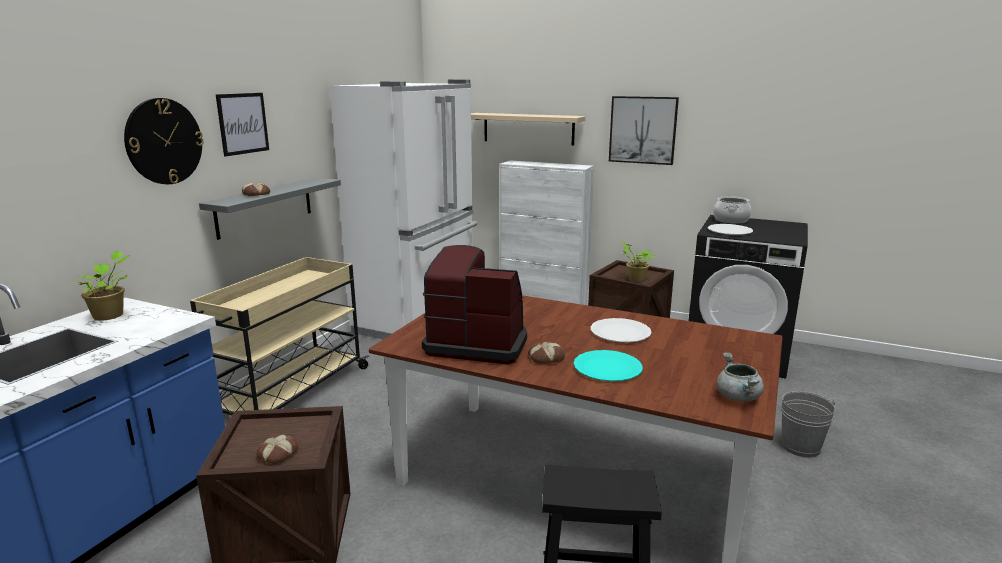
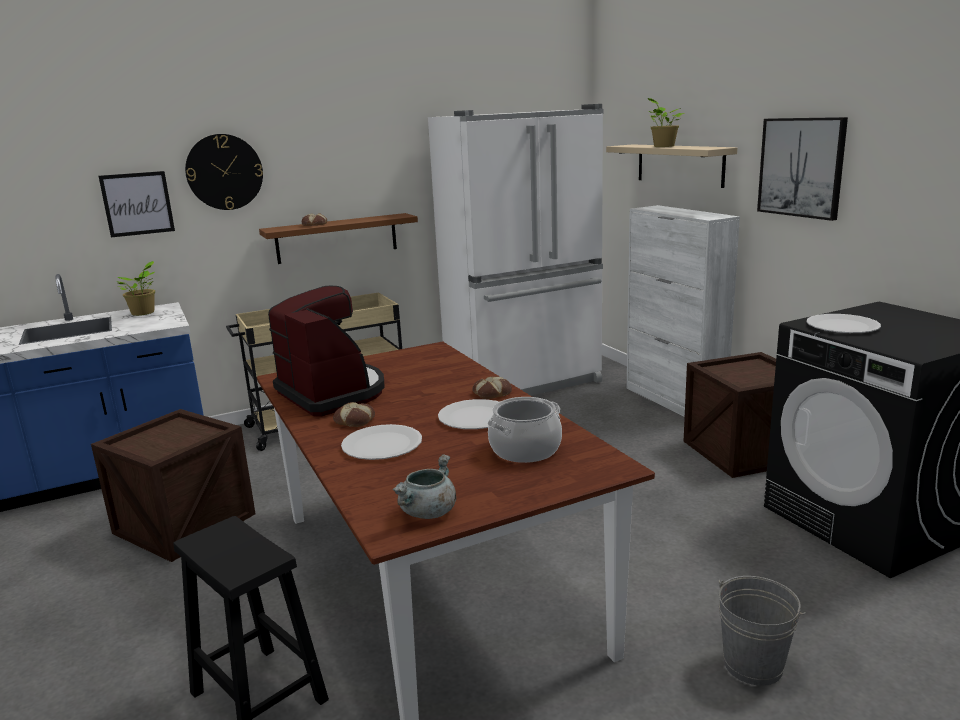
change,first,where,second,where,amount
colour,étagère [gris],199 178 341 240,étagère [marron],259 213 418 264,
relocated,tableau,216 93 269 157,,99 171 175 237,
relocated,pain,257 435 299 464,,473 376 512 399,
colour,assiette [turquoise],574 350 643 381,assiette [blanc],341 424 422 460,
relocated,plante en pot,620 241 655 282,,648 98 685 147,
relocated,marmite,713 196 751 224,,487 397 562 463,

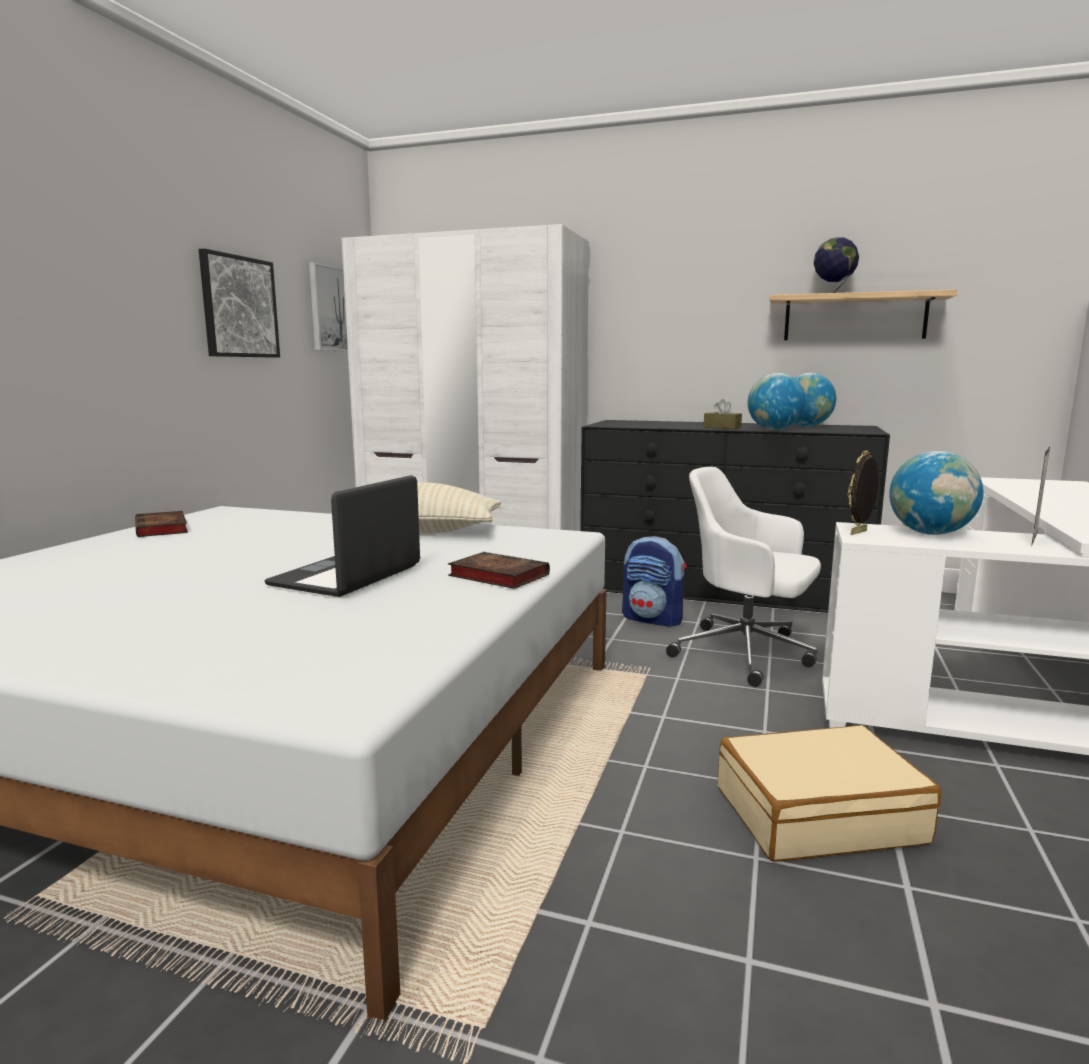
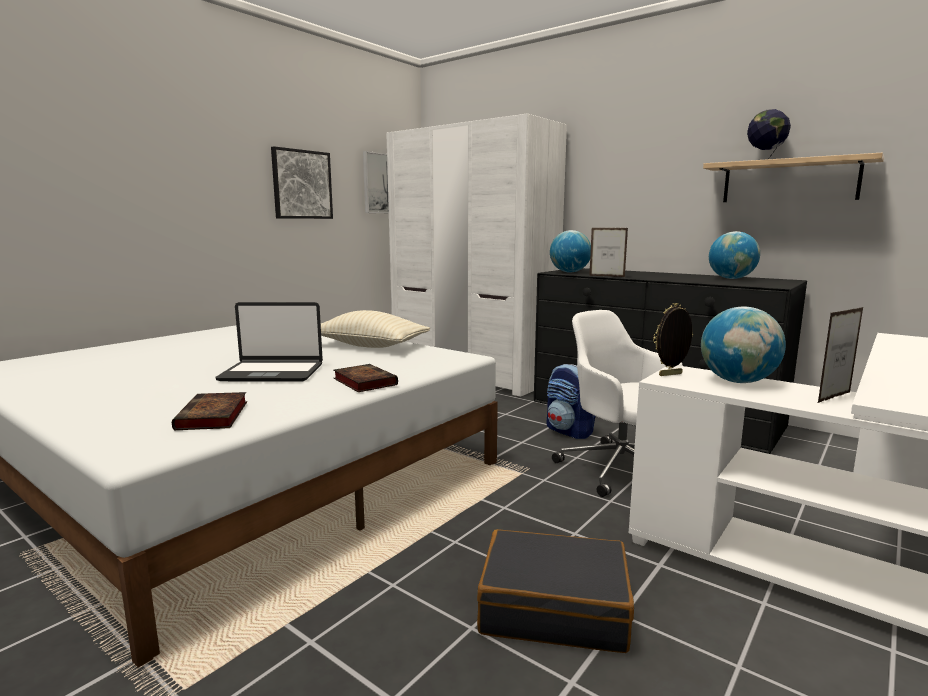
change,first,where,second,where,amount
relocated,livre,135 511 188 537,,172 392 247 430,
spun,ordinateur portable,264 475 420 597,,215 302 323 381,135 degrees counterclockwise
missing,boîte à mouchoirs [marron],704 399 742 429,,,
colour,valise [beige],718 725 941 862,valise [noir],477 529 634 653,
relocated,globe,748 373 806 430,,550 230 591 273,
appeared,,,cadre photo,589 228 628 277,

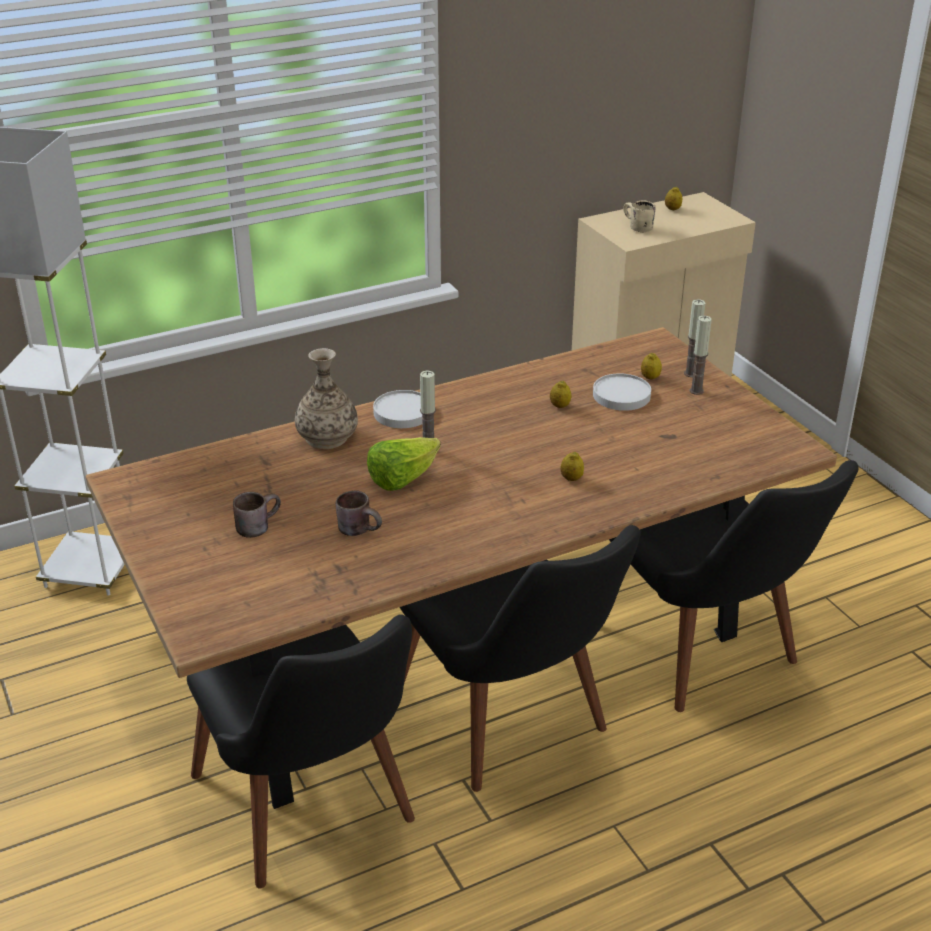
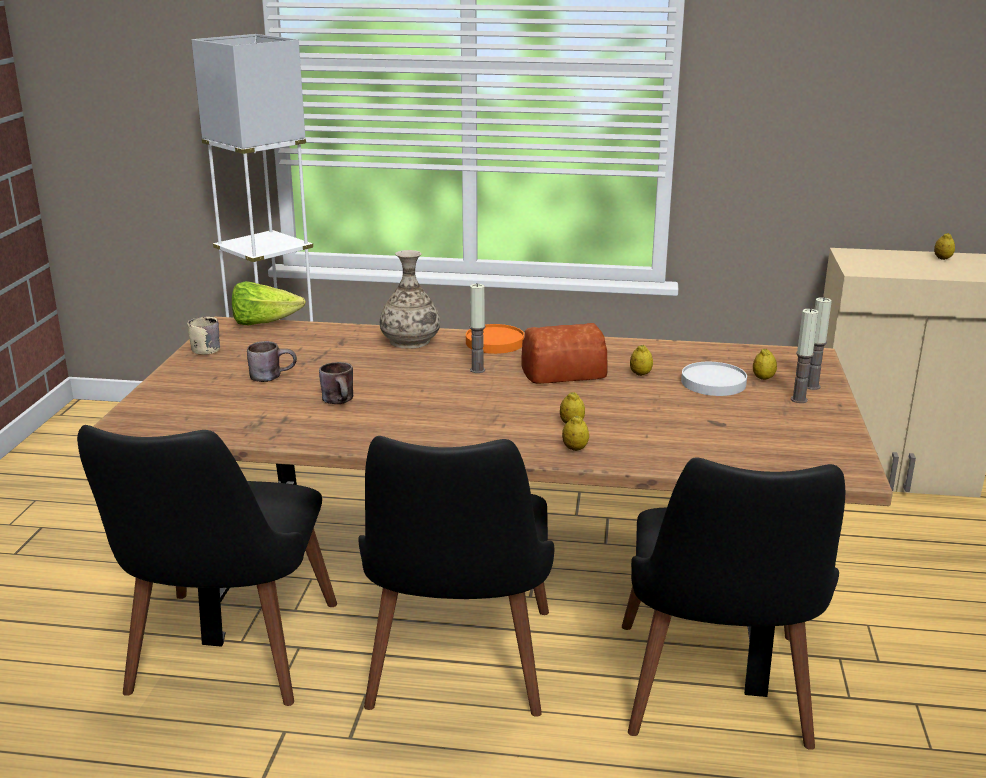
change,first,where,second,where,amount
relocated,laitue,367 437 441 491,,232 281 306 326,
colour,assiette [blanc],373 390 423 428,assiette [orange],466 324 524 354,
relocated,mug [beige],623 200 656 232,,187 317 220 355,
appeared,,,pain,521 323 607 384,
appeared,,,citron,562 415 589 451,

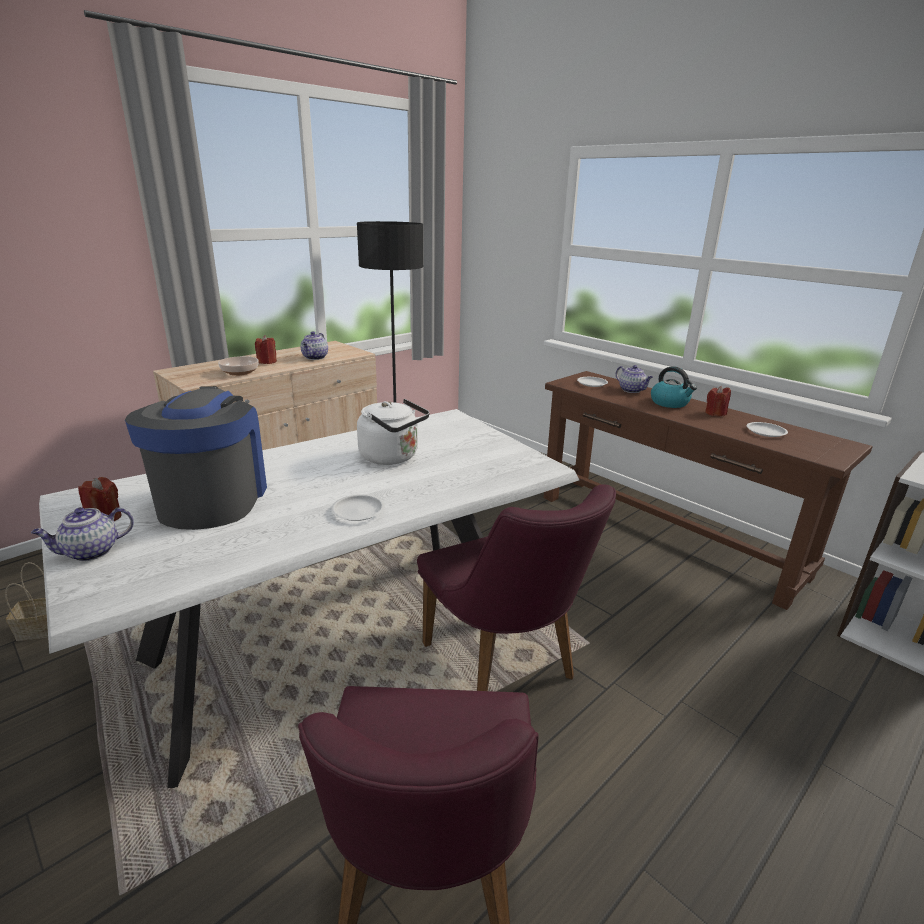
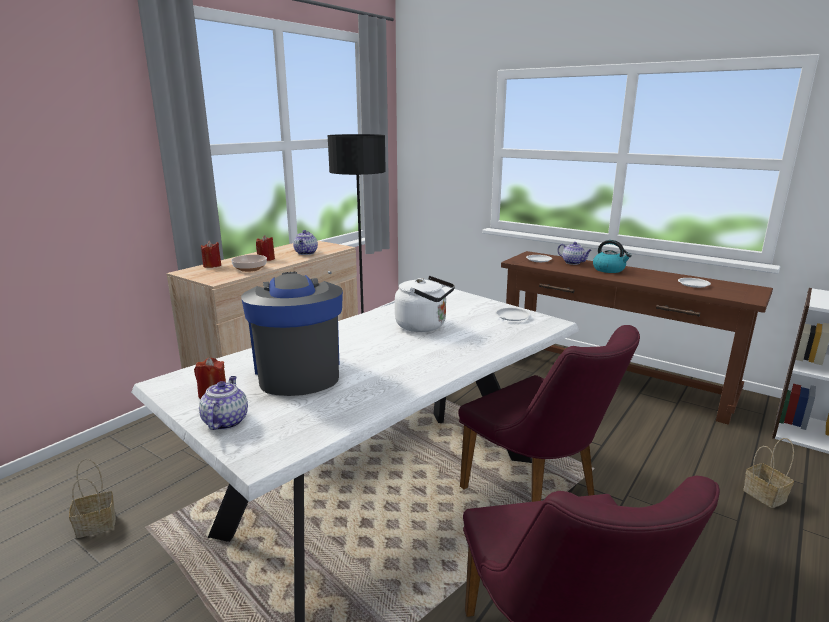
change,first,where,second,where,amount
spun,théière,31 507 134 561,,199 376 248 430,135 degrees clockwise
relocated,assiette [blanc],331 494 384 521,,495 308 531 321,
relocated,bougie [rouge],705 385 731 416,,201 241 221 268,
appeared,,,panier,743 438 794 508,

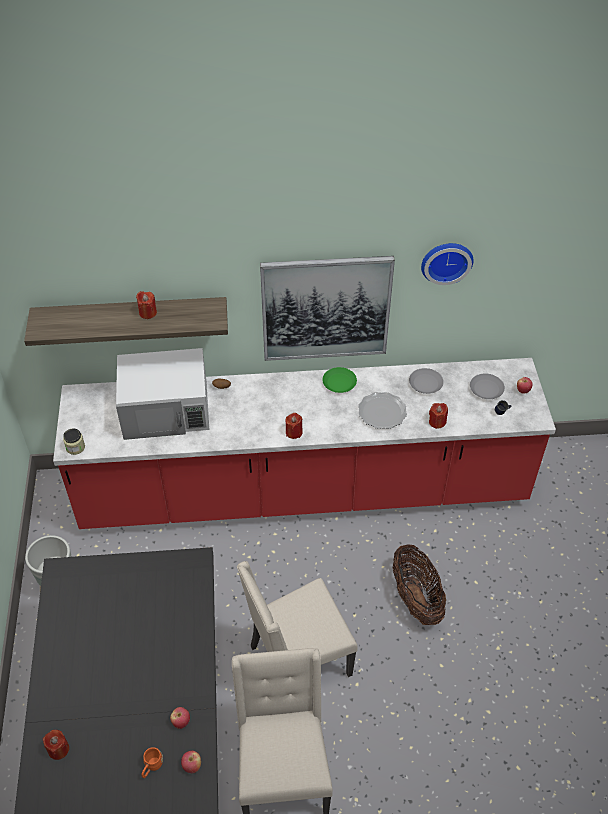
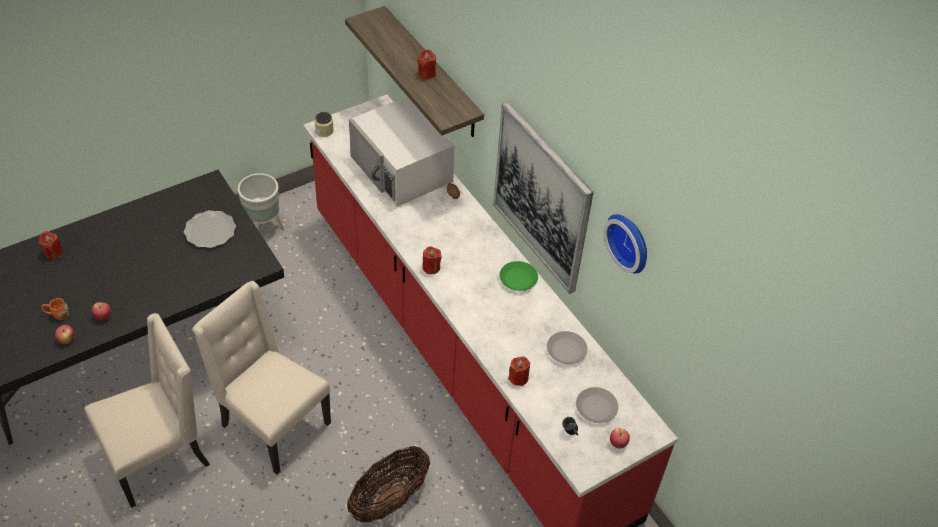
change,first,where,second,where,amount
relocated,assiette,358 392 407 429,,184 210 236 248,

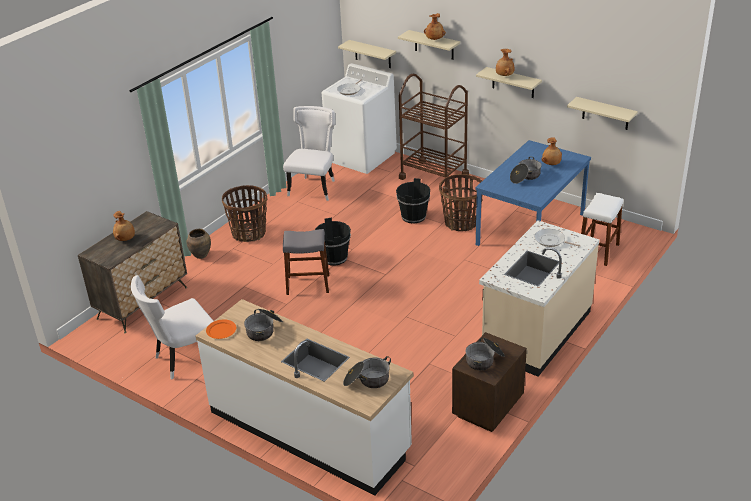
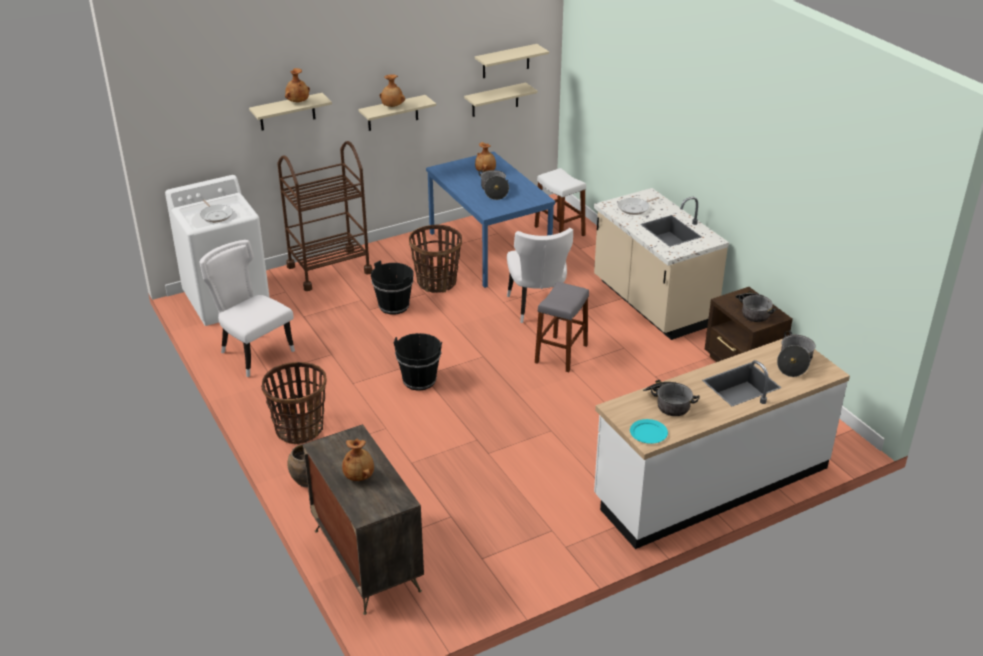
change,first,where,second,where,amount
relocated,chaise [blanc],131 275 213 379,,507 228 573 323,
colour,assiette [orange],206 319 236 339,assiette [turquoise],630 419 668 444,
relocated,tabouret [gris],283 229 329 295,,535 282 589 372,
relocated,étagère [beige],338 40 396 68,,475 44 549 78,

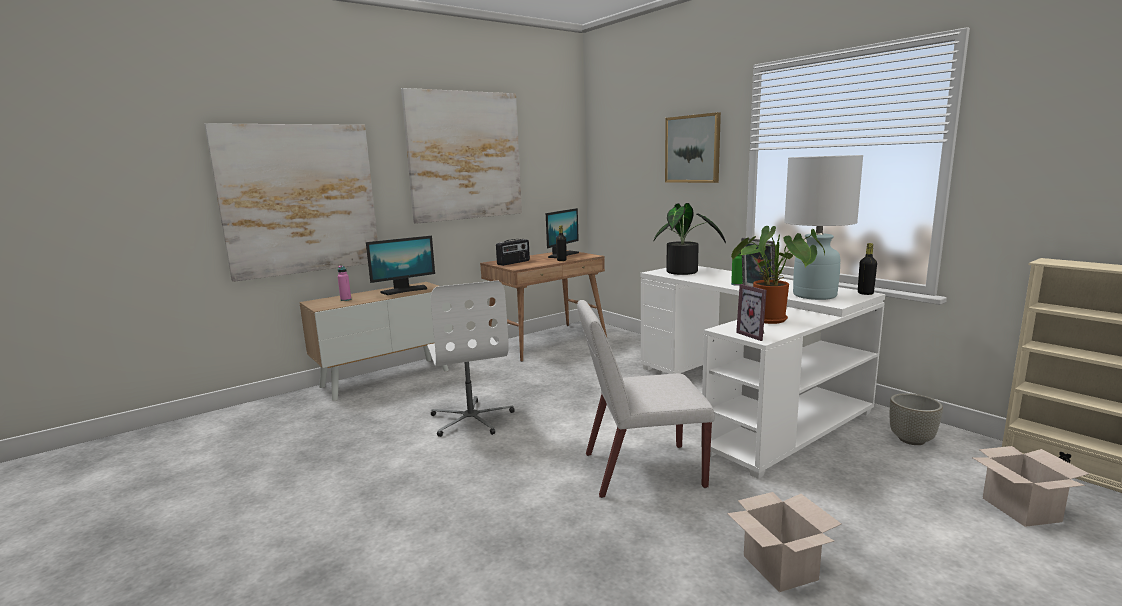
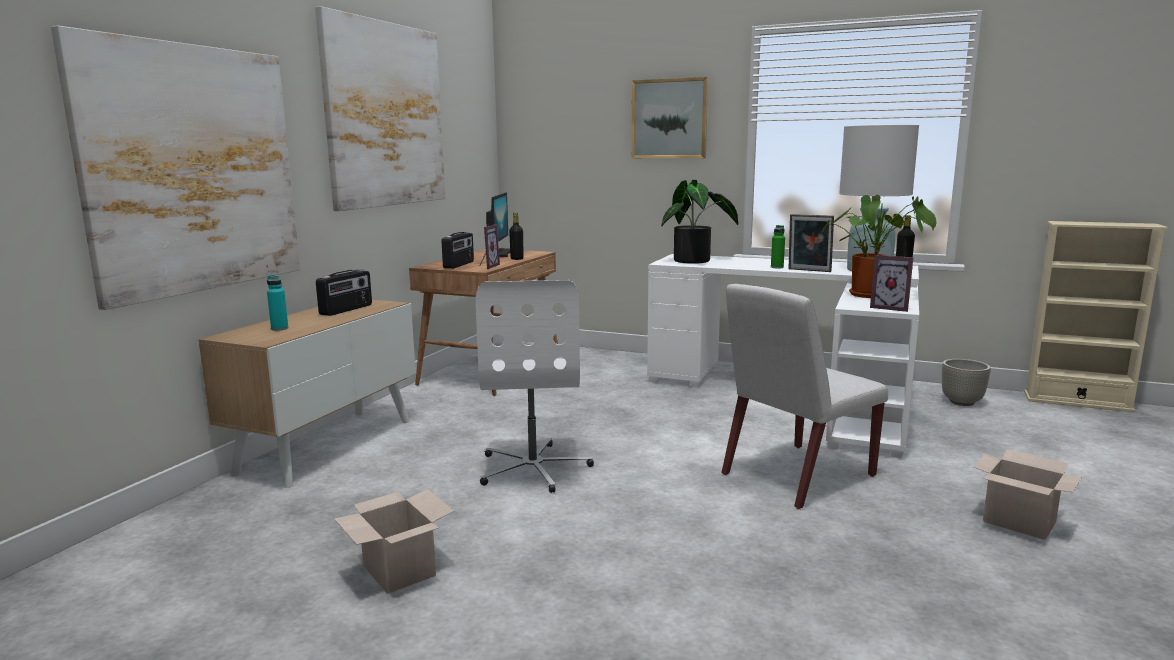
change,first,where,second,where,amount
colour,bouteille [rose],338 266 351 301,bouteille [turquoise],267 275 288 331,
exchanged,écran d'ordinateur,366 236 435 295,radio,316 269 372 316,
spun,chaise de bureau [blanc],427 280 515 437,,476 280 594 493,45 degrees clockwise
relocated,carton,972 446 1090 527,,334 489 454 594,
appeared,,,cadre photo,480 224 500 269,

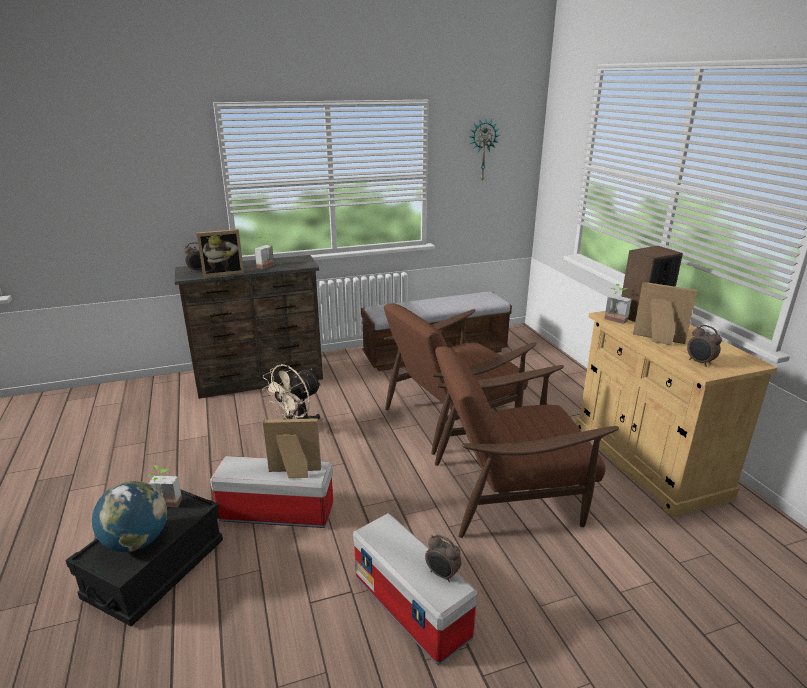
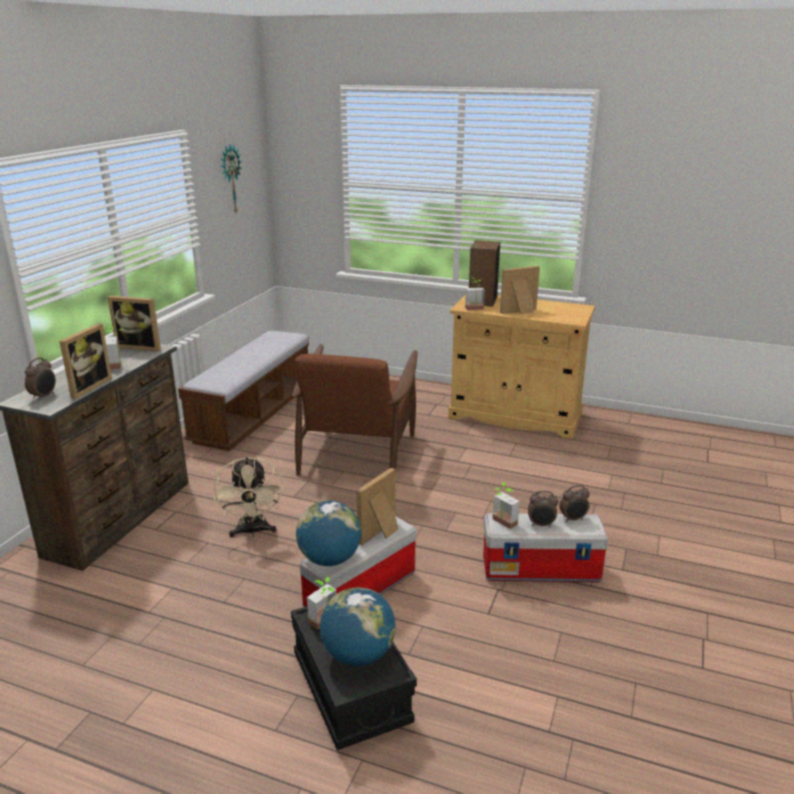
change,first,where,second,where,amount
missing,fauteuil [marron],435 346 619 538,,,
relocated,réveil,687 325 722 367,,528 491 559 527,
appeared,,,cadre photo,108 296 161 351,
appeared,,,globe,296 500 361 566,
appeared,,,plante en pot,493 482 520 529,

